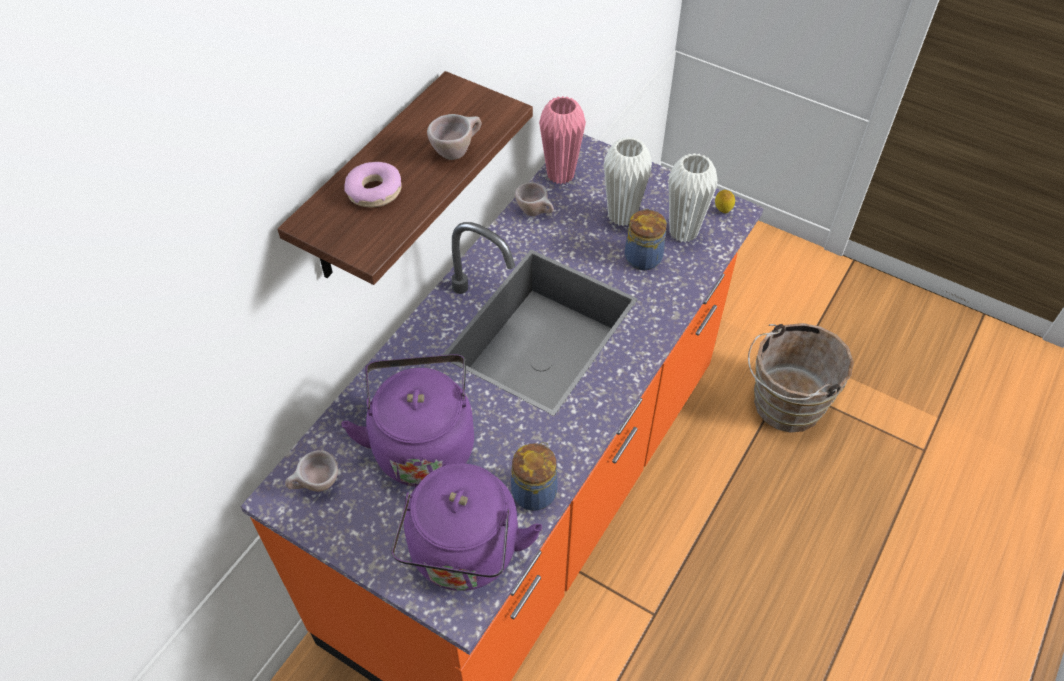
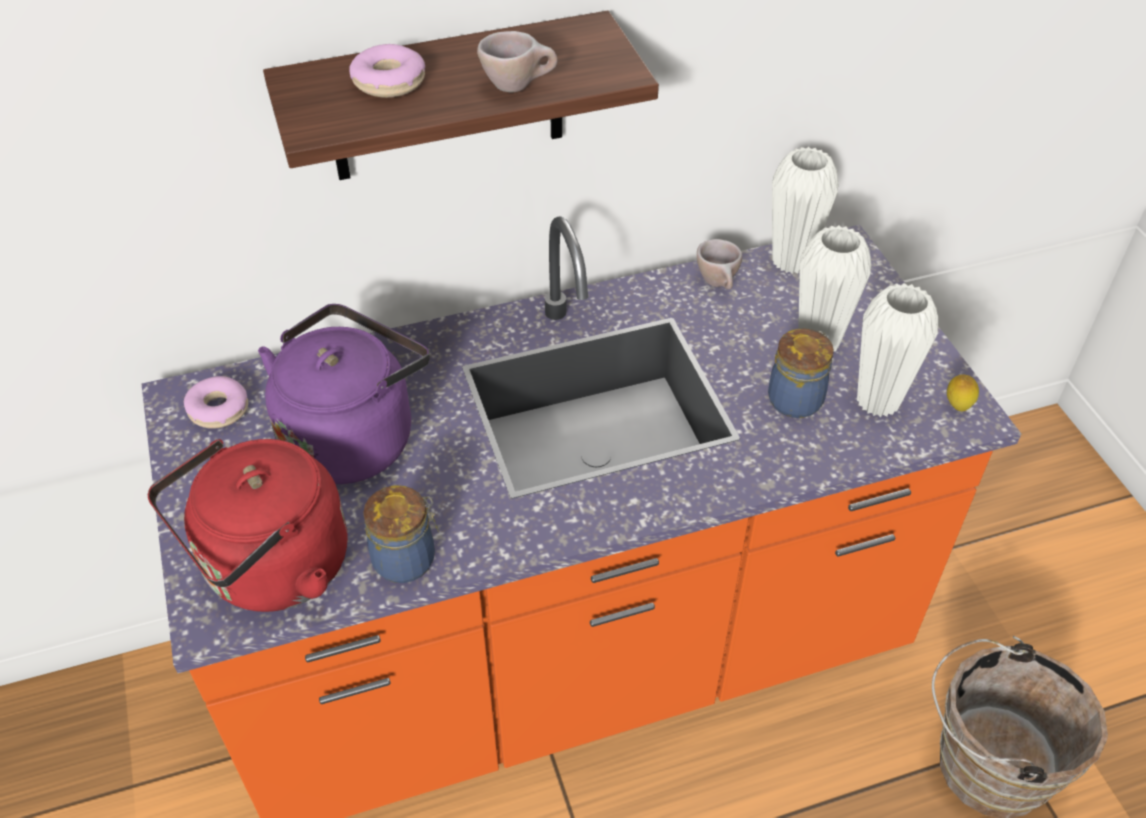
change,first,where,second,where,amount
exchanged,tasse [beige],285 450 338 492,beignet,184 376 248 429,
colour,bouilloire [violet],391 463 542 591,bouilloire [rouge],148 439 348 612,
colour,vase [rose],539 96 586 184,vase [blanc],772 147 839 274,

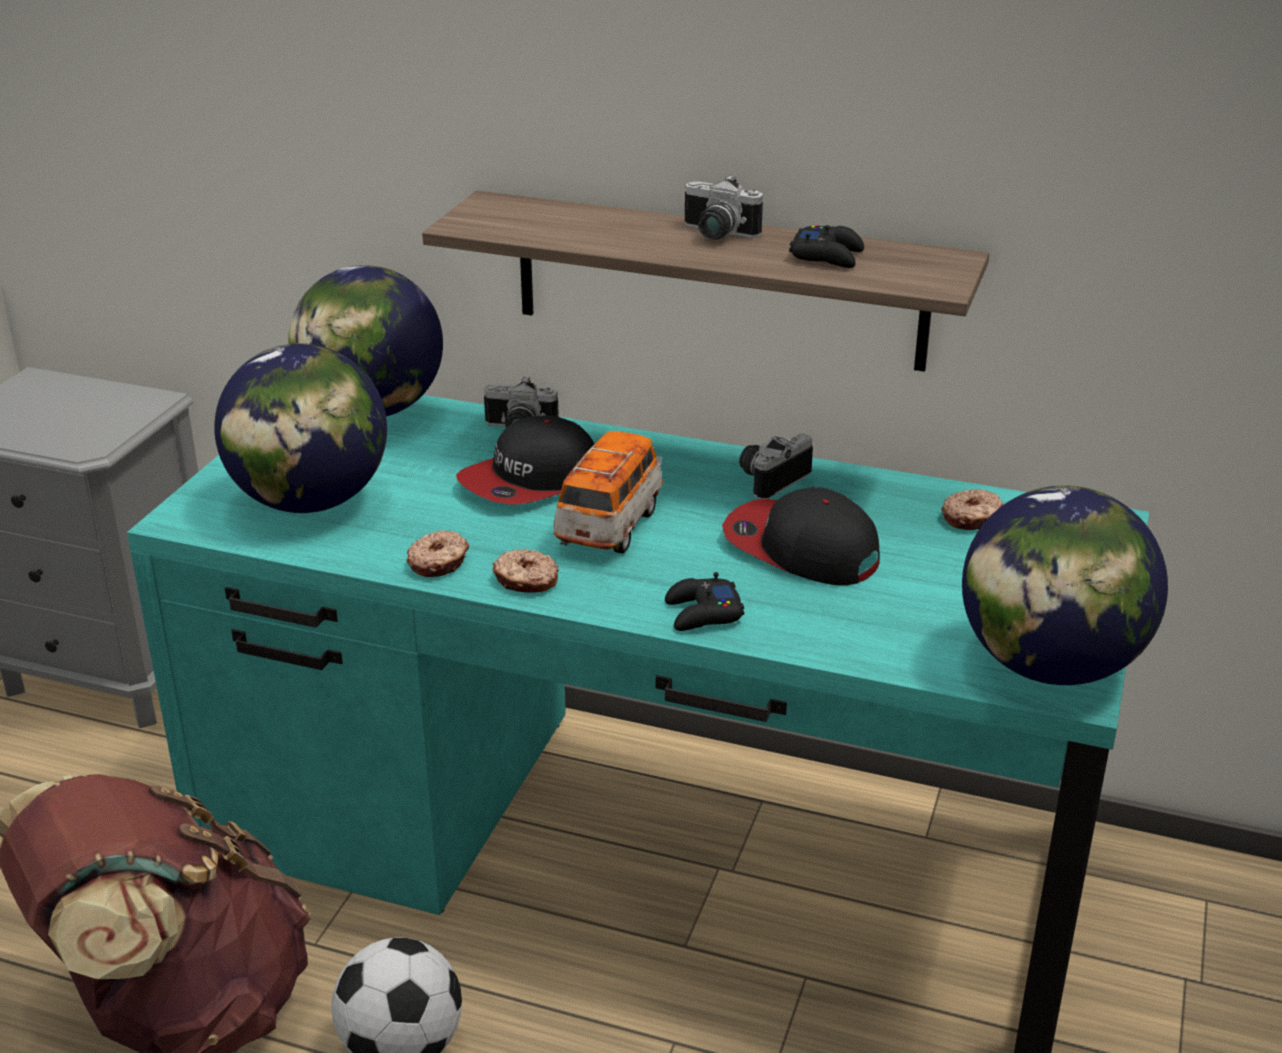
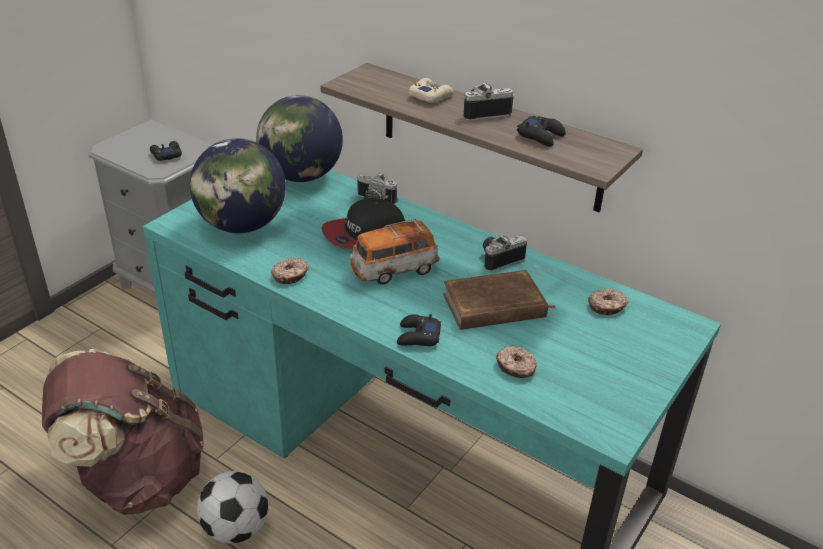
change,first,where,second,where,amount
relocated,beignet,492 549 559 593,,496 346 537 378,
spun,petite voiture,554 431 663 554,,350 219 440 285,150 degrees counterclockwise
spun,appareil photo,684 175 763 240,,463 83 513 120,120 degrees clockwise
exchanged,casquette,722 487 880 585,livre [marron],443 270 556 330,
missing,globe,962 486 1168 685,,,
appeared,,,manette [noir],150 141 182 161,
appeared,,,manette [beige],409 78 454 103,

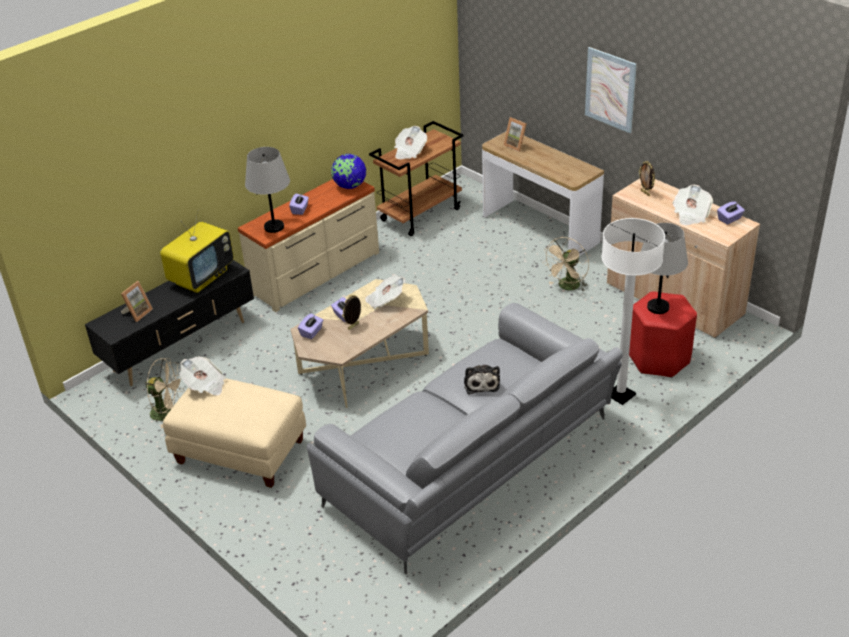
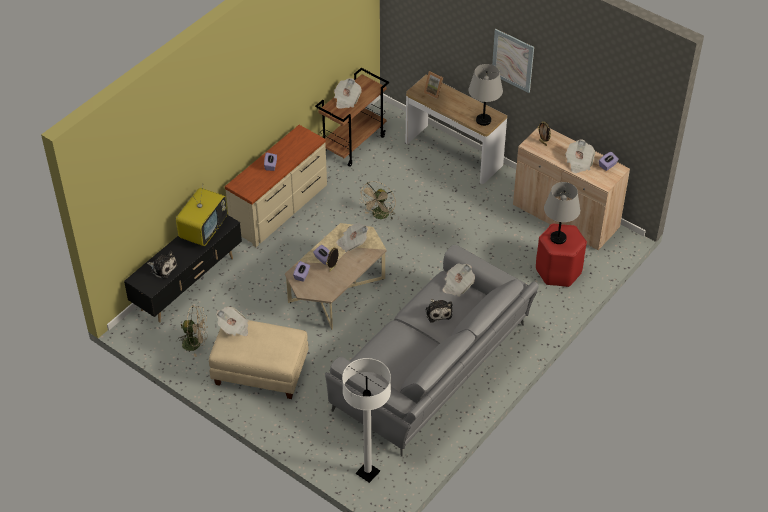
change,first,where,second,where,amount
exchanged,cadre photo,121 281 153 322,peluche,147 251 178 279,
relocated,lampe de table [gris],245 147 290 233,,469 64 503 126,
missing,globe,331 154 366 189,,,
relocated,ventilateur [beige],542 237 589 291,,360 181 396 219,
relocated,lampadaire [blanc],602 218 665 405,,342 358 391 483,
appeared,,,journal,443 264 475 297,

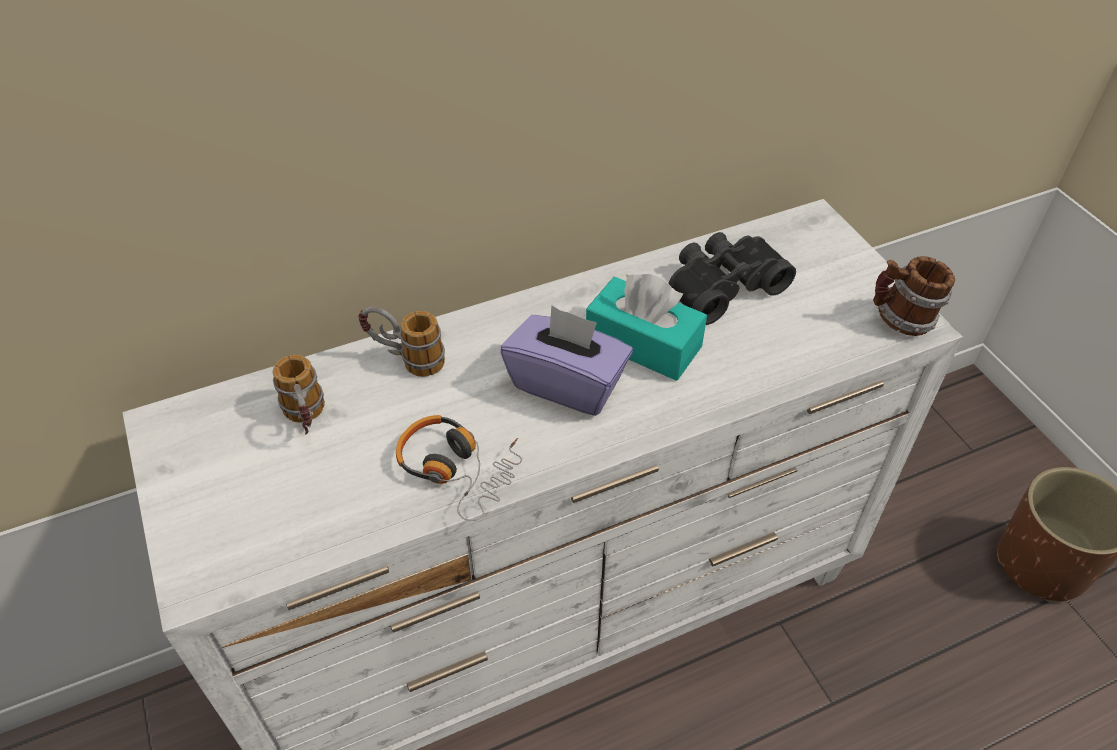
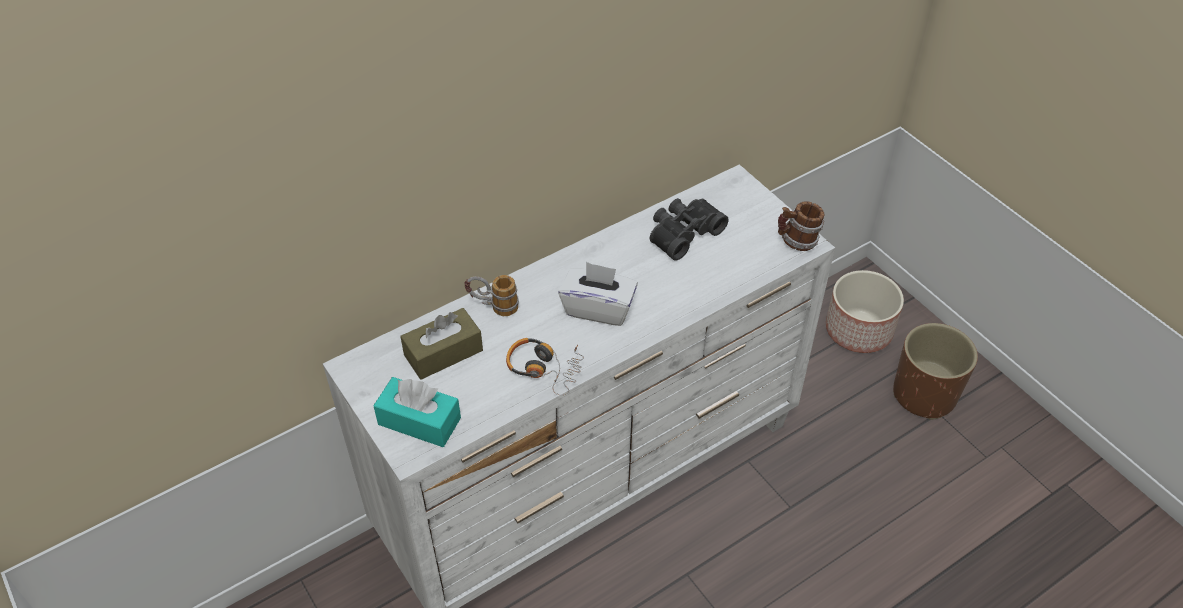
change,first,where,second,where,amount
exchanged,mug,272 355 325 435,boîte à mouchoirs [marron],400 308 483 380,
colour,boîte à mouchoirs [violet],501 305 633 416,boîte à mouchoirs [blanc],558 262 638 326,
relocated,boîte à mouchoirs [turquoise],586 274 707 381,,373 377 461 447,
appeared,,,cache-pot,826 270 904 353,

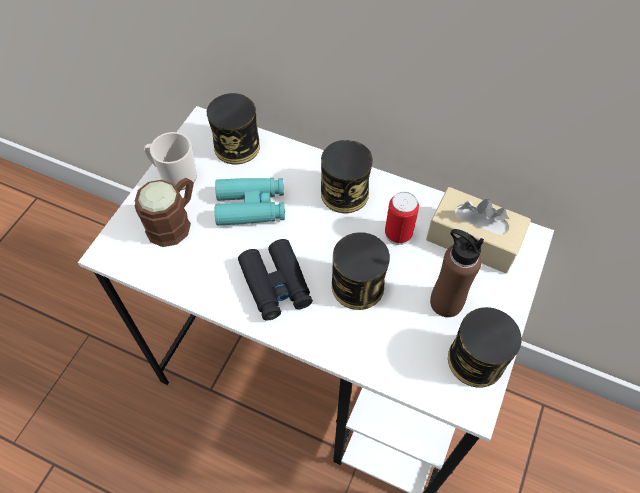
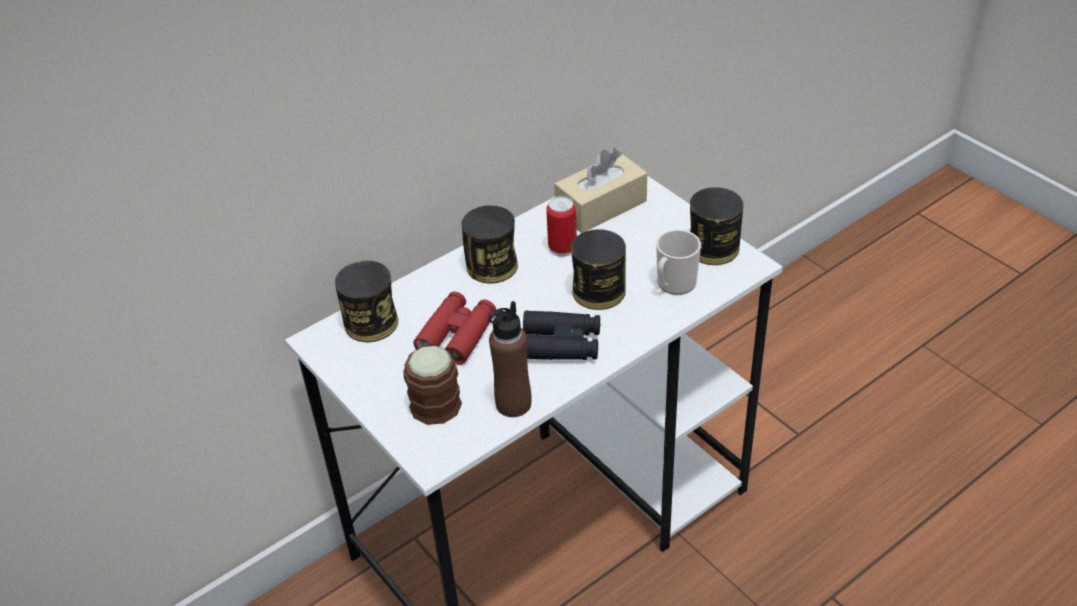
change,first,where,second,where,amount
relocated,mug,144 132 197 190,,656 230 701 295,
colour,jumelles [turquoise],215 178 285 226,jumelles [rouge],414 291 496 365,
relocated,bouteille [marron],430 229 484 317,,488 301 531 417,

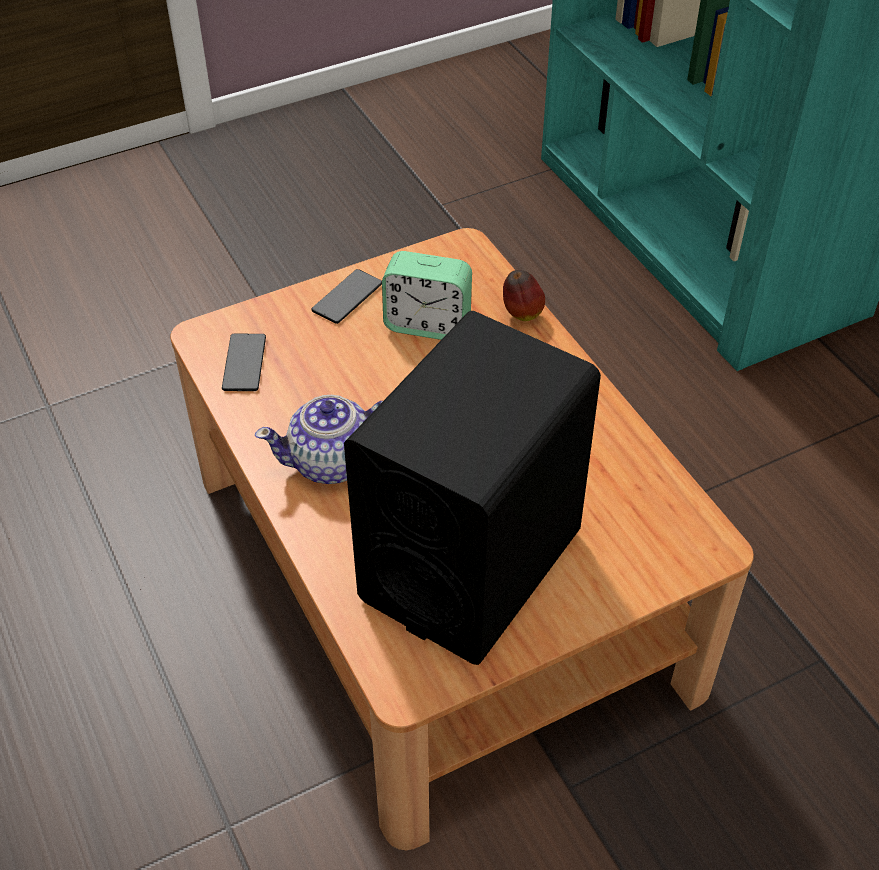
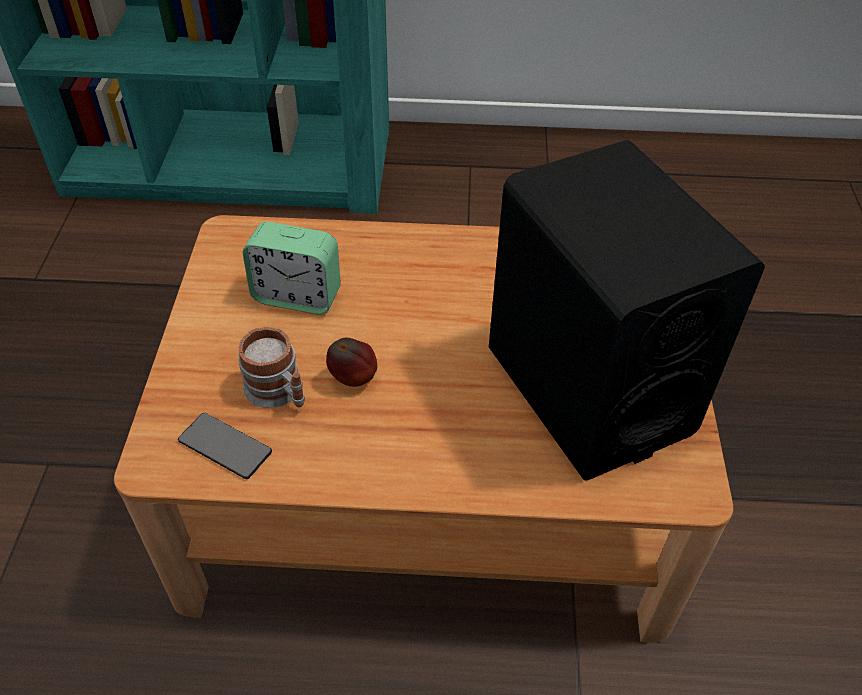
change,first,where,second,where,amount
missing,théière,255 395 383 484,,,
missing,téléphone,312 269 382 324,,,
spun,réveil,382 251 472 340,,243 222 341 315,60 degrees clockwise
relocated,pomme,503 270 545 321,,326 338 377 387,
appeared,,,mug,238 327 305 408,

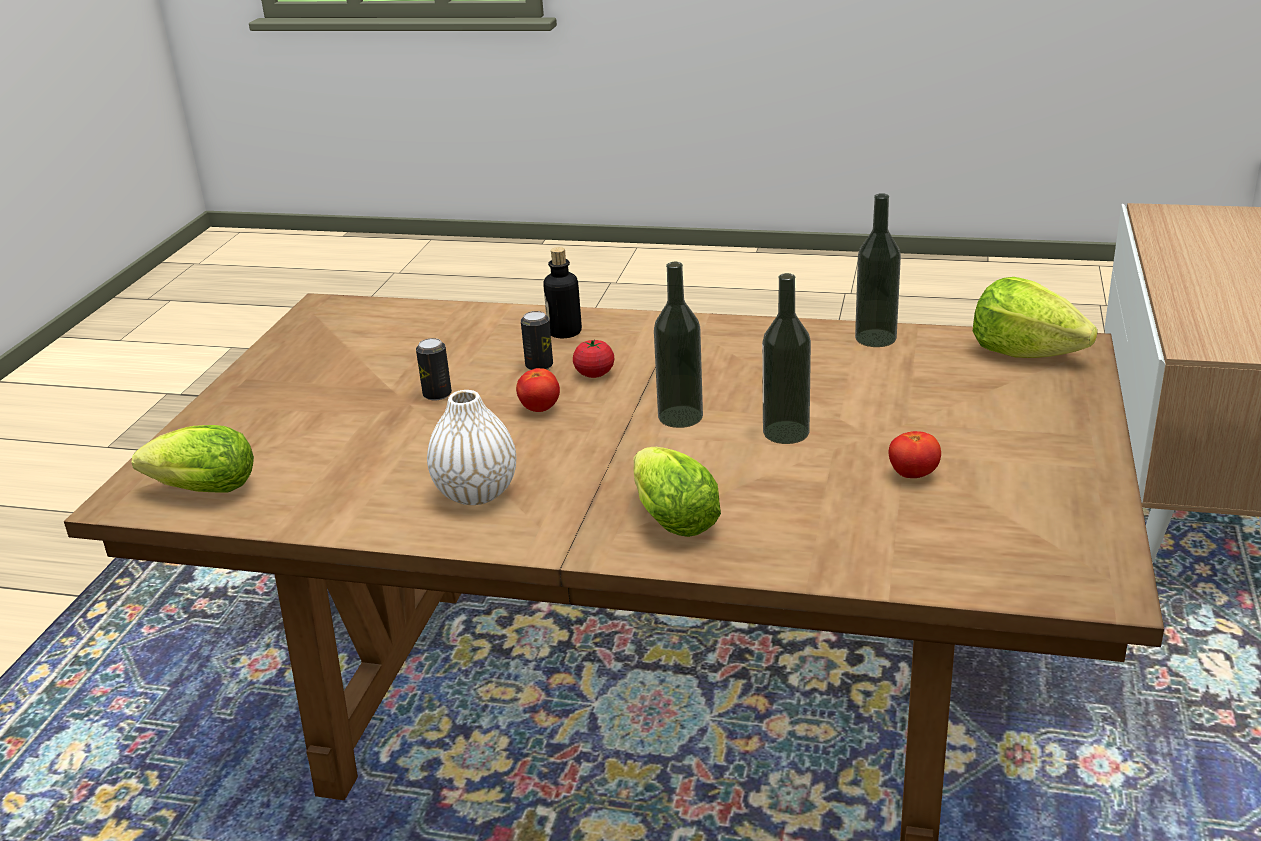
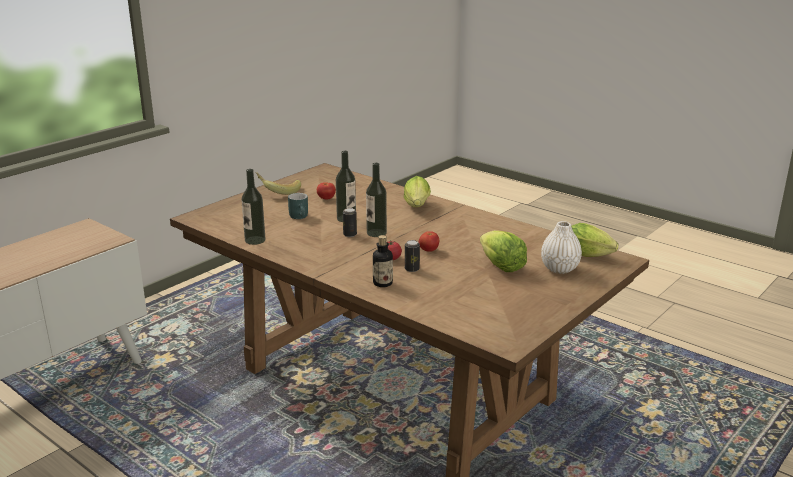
change,first,where,second,where,amount
relocated,boîte métallique,416 338 452 401,,343 208 357 237,
relocated,vase [blanc],427 390 516 505,,541 221 582 274,
relocated,laitue,973 277 1098 358,,480 230 527 272,
appeared,,,banane,255 172 301 195,
appeared,,,mug [turquoise],288 193 308 219,

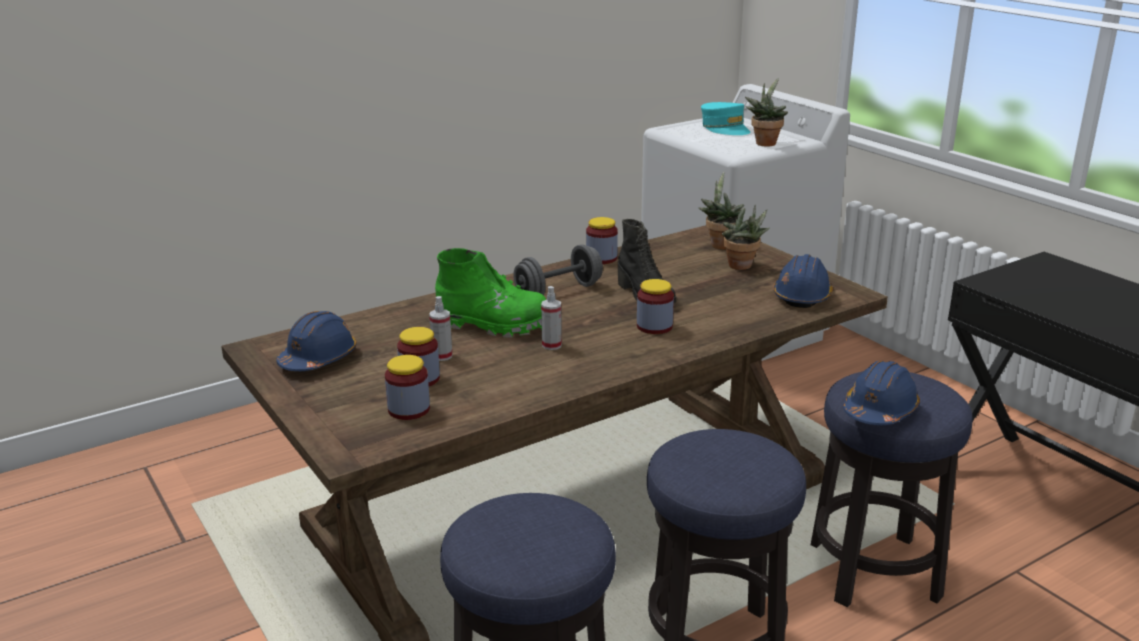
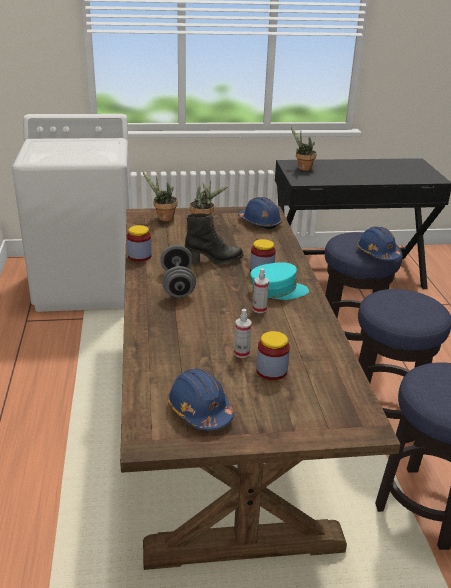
change,first,where,second,where,amount
missing,bocal,385 355 430 420,,,
missing,botte [vert],435 248 547 338,,,
relocated,casquette [turquoise],701 102 750 135,,250 262 309 300,
relocated,plante en pot,745 78 788 147,,291 127 316 171,

